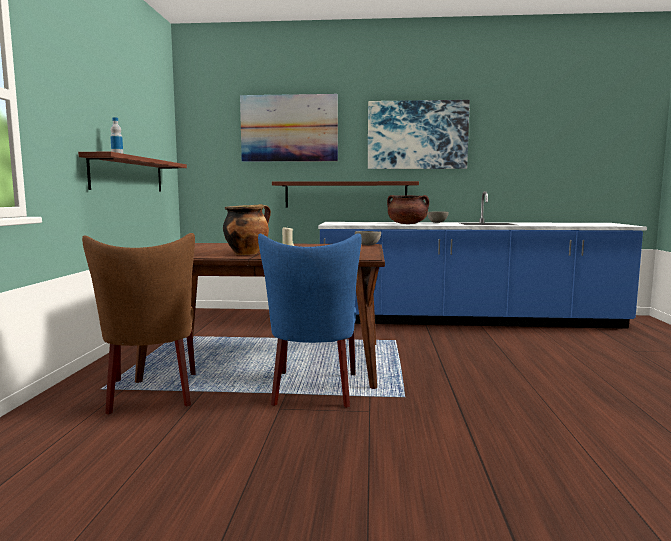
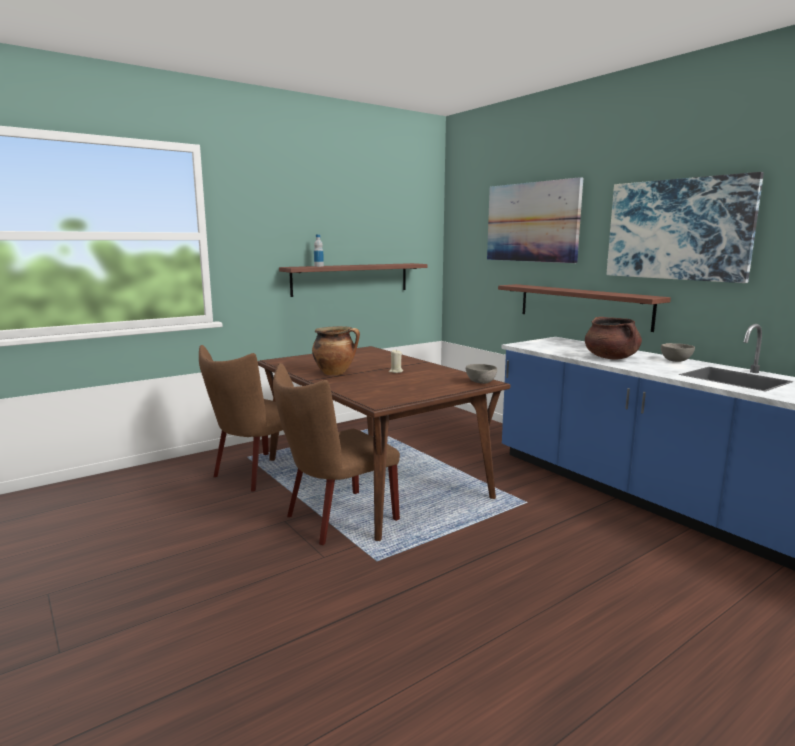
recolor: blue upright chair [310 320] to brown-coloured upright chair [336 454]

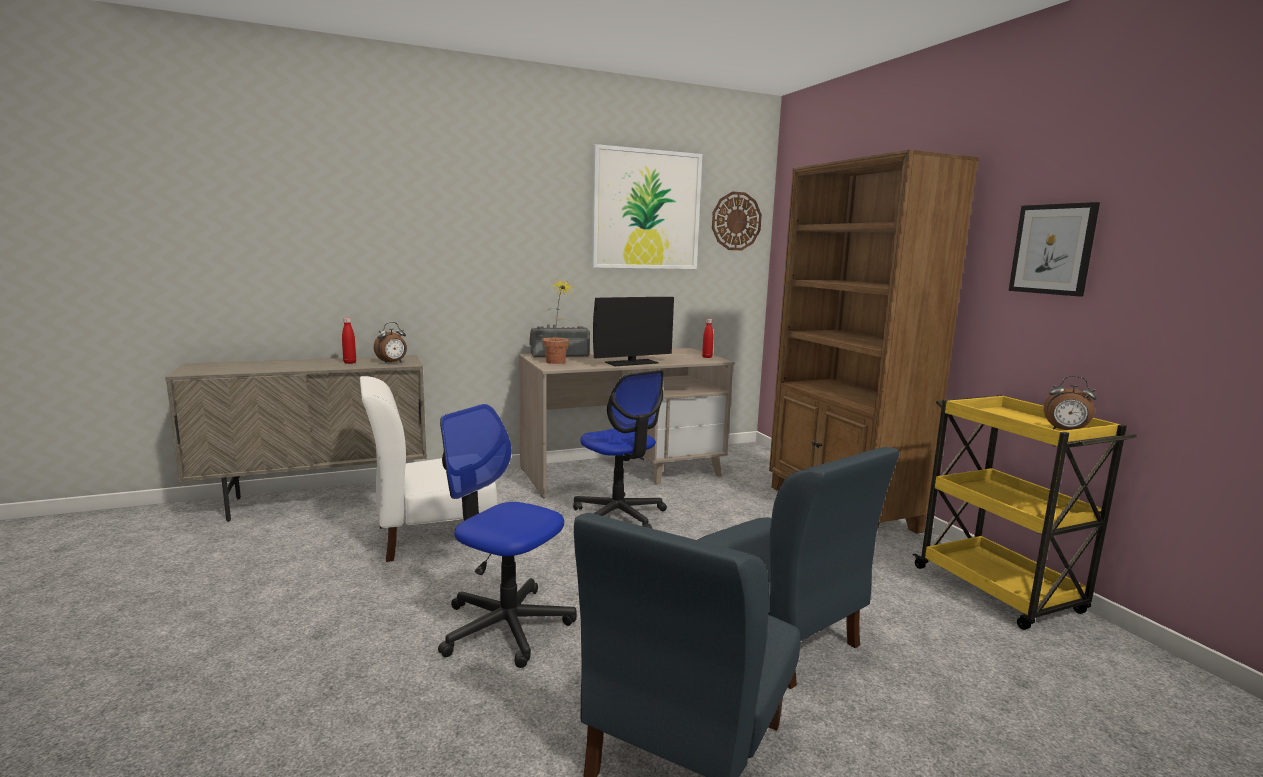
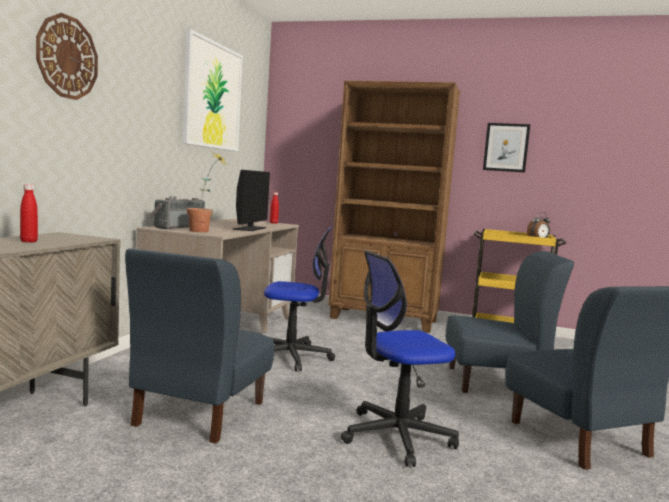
delete: table clock [390 343]
move: hanging clock [737 221] to [67 56]
recolor: white-coloured upright chair [429 469] to blue upright chair [199 346]

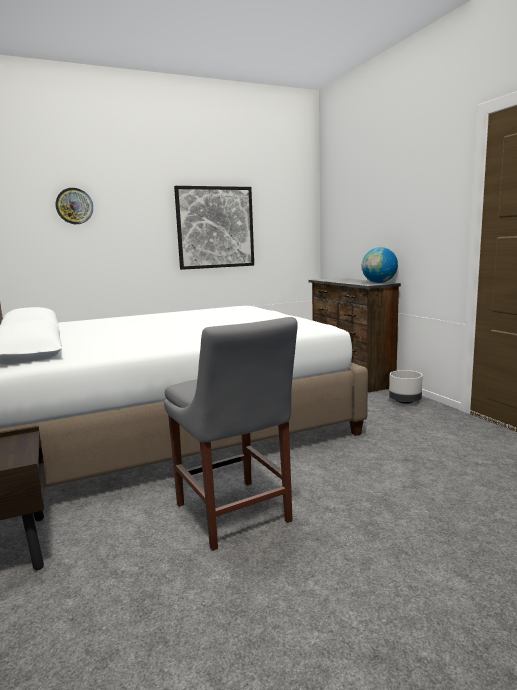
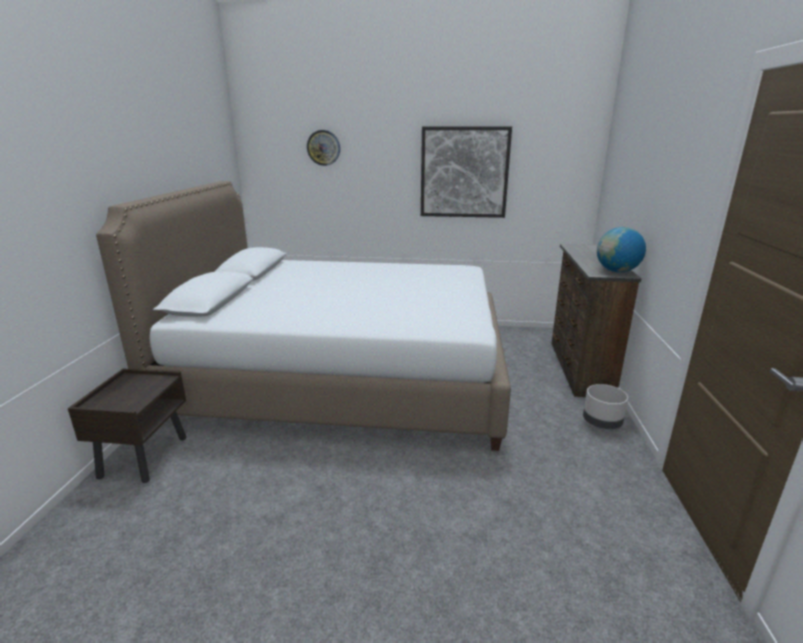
delete: grey upright chair [231 434]

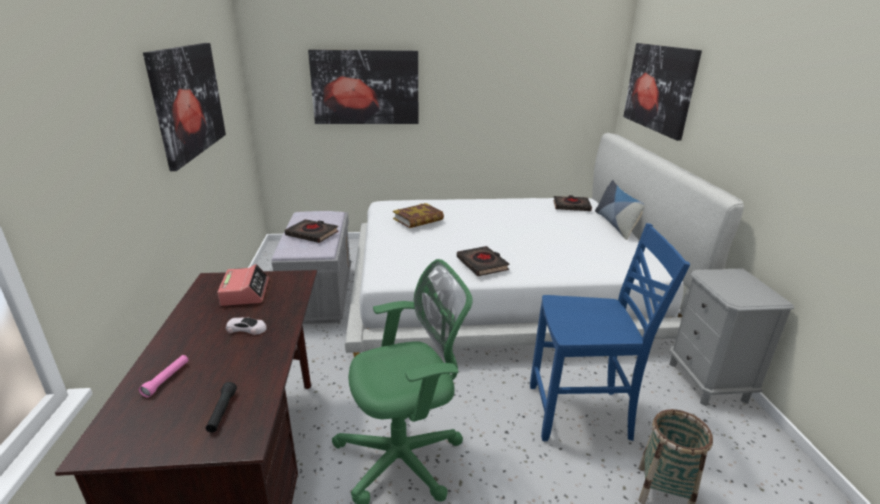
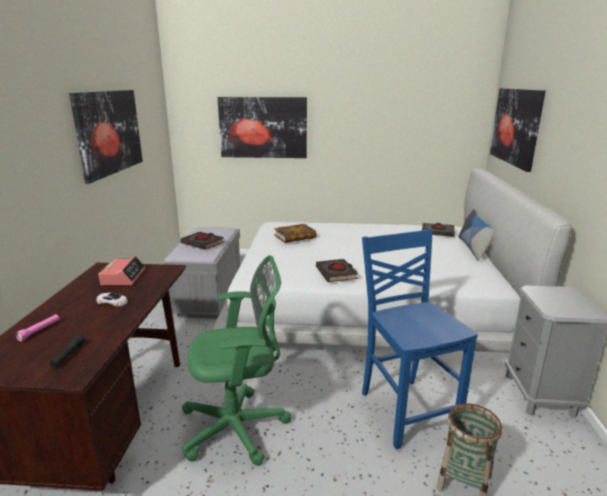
rotate: blue upright chair [610 332] = [420 339] 120 degrees counterclockwise

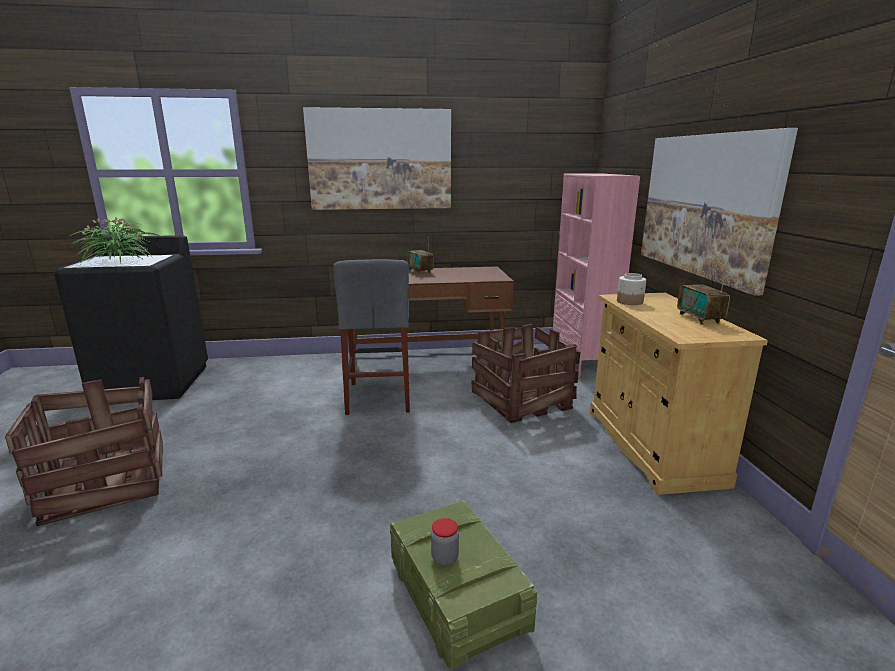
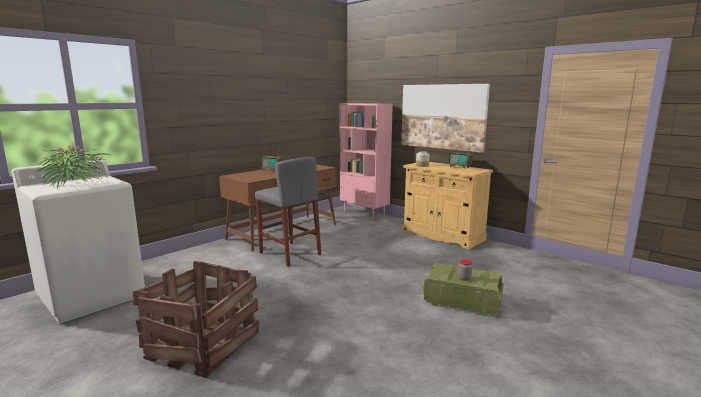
delete: wall picture [377 158]; crate [526 373]
recolor: black-coloured laundry appliance [131 317] to white-coloured laundry appliance [78 242]

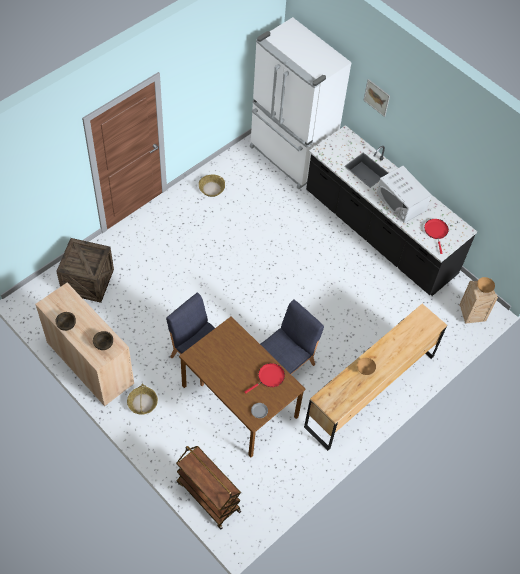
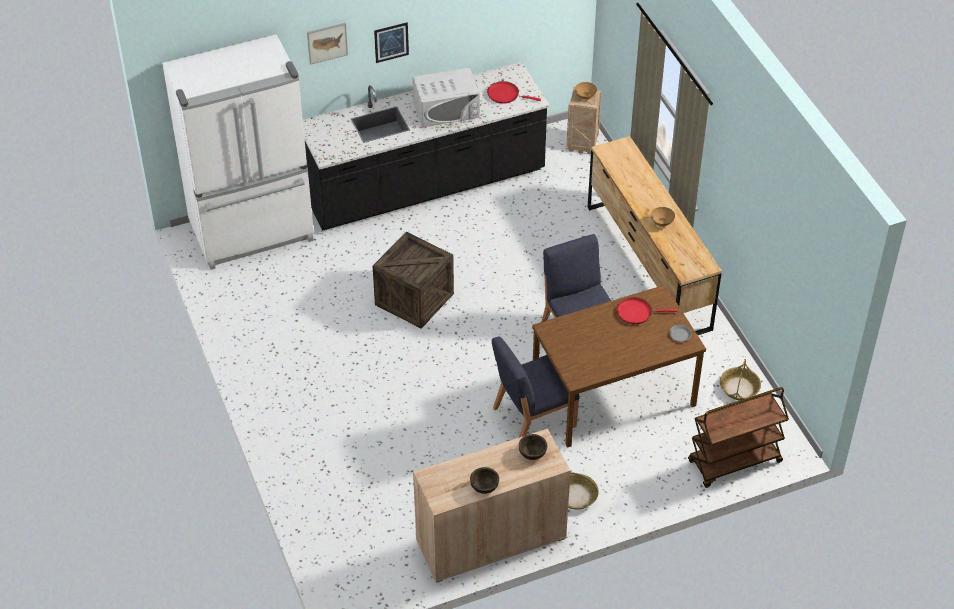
insert: wall picture [391 42]
move: crate [85 270] to [413 280]; basket [212 186] to [740 379]
rotate: reddish frying pan [265 378] = [647 310] 75 degrees counterclockwise

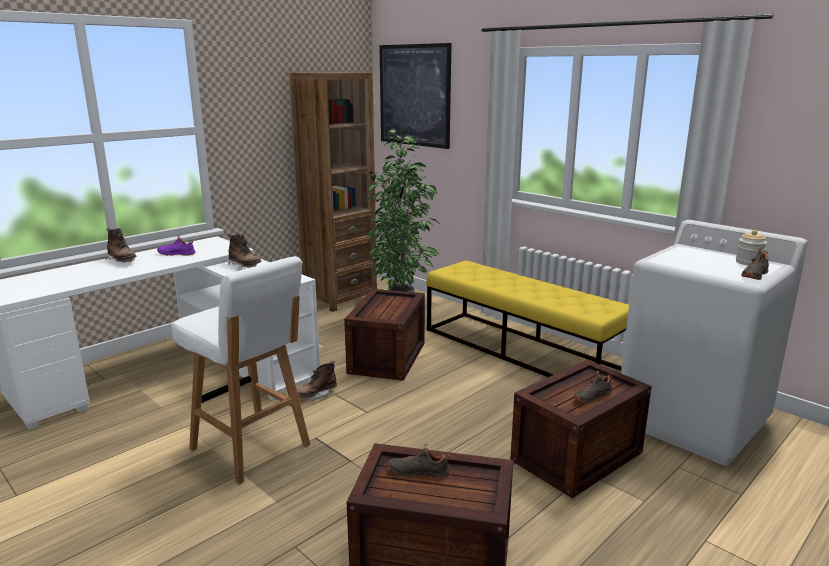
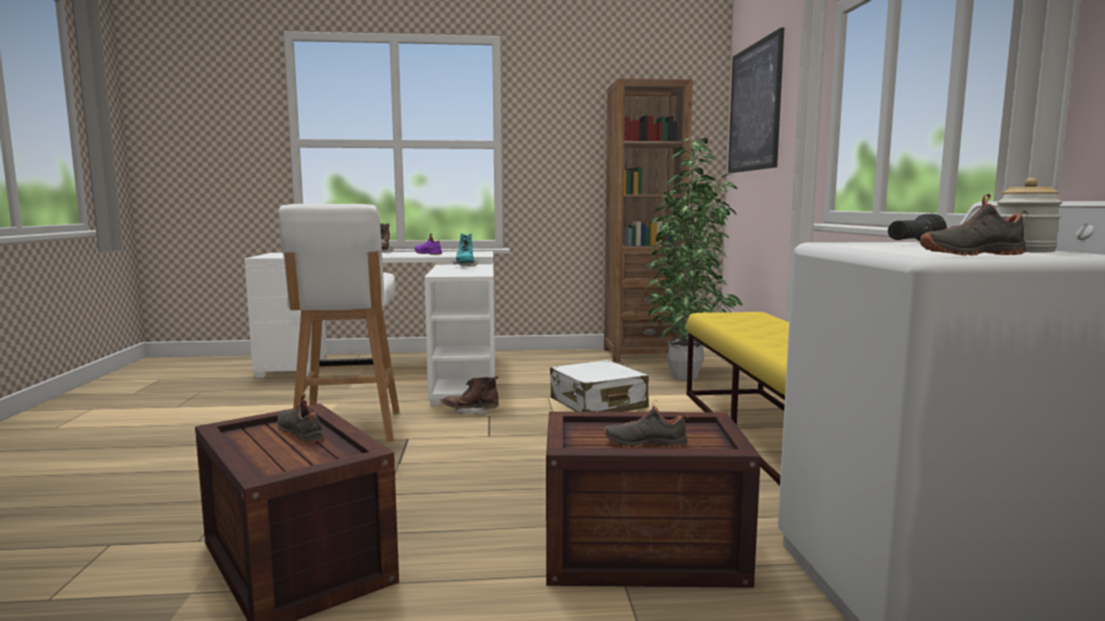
insert: black-coloured hand torch [917 227]
replace: crate [384 335] to white-coloured suitcase [599 386]
recolor: brown-coloured high-top boot [245 251] to turquoise high-top boot [465 250]

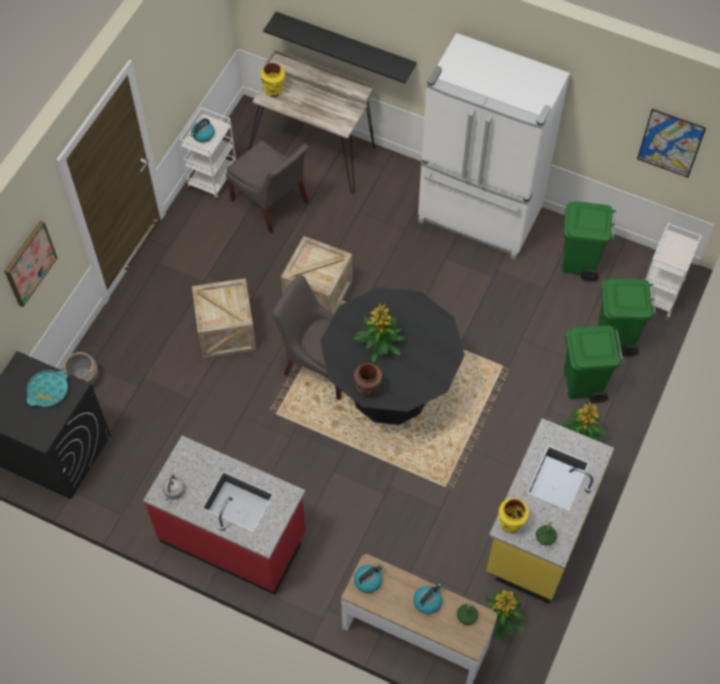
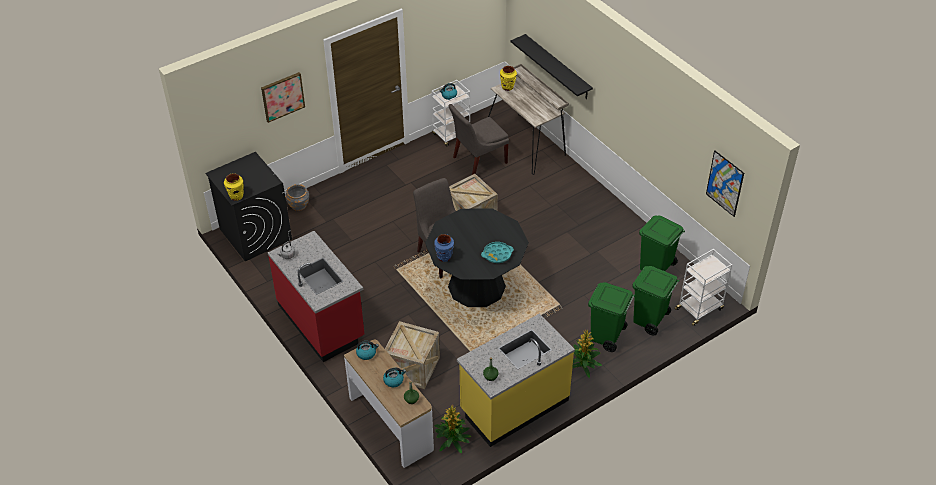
delete: potted plant [379 333]; white-coloured fridge [494 146]
move: yellowish vase [514 515] to [234 187]; crate [224 318] to [412 355]; turquoise carrying tray [47 388] to [497 252]
recolor: brown-coloured vase [368 380] to blue vase [444 248]
rotate: grey upright chair [267 186] = [478 139] 75 degrees clockwise

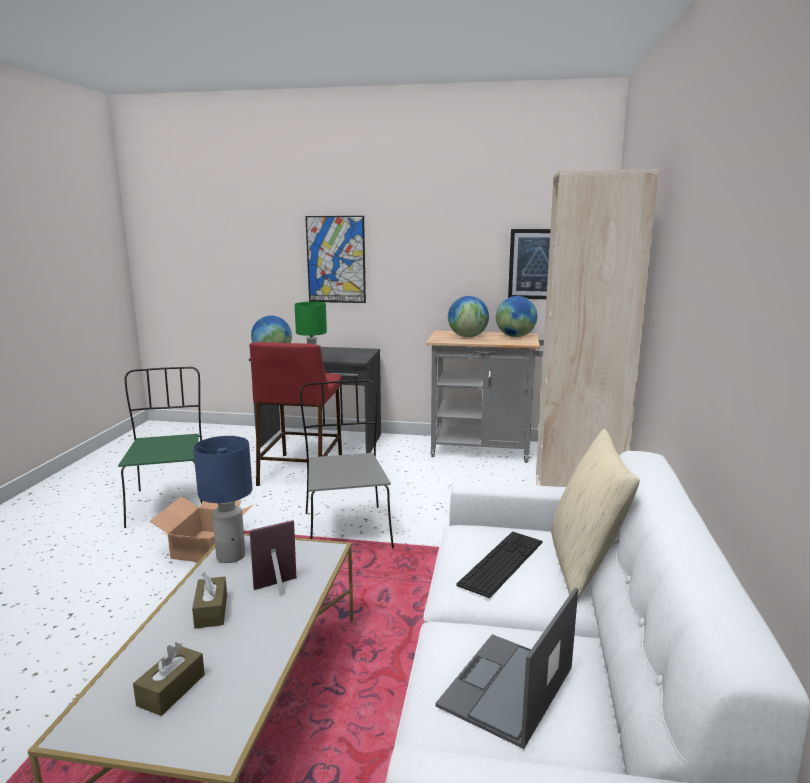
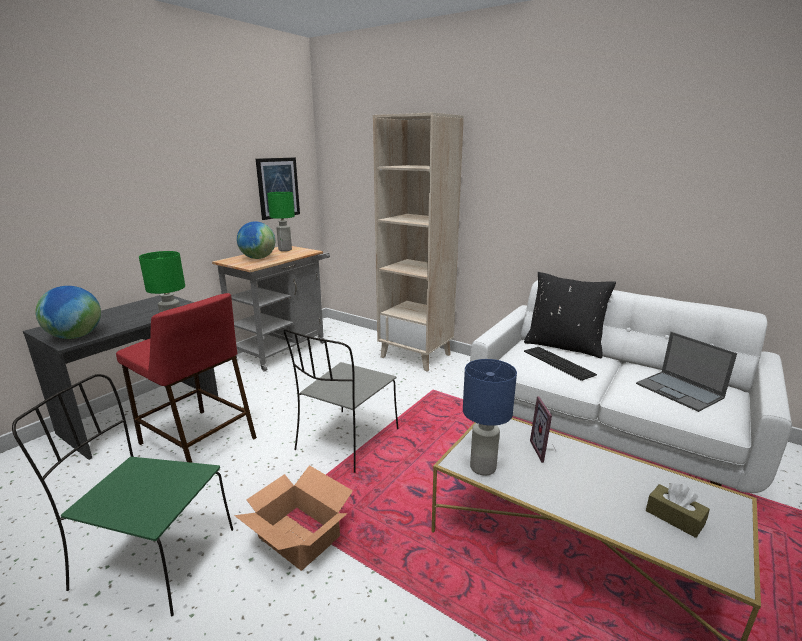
delete: brown-coloured box of tissues [209 600]; wall picture [335 259]
replace: desk globe [516 316] to green tabletop lamp [281 221]
recolor: sand-coloured throw pillow [595 514] to black-coloured throw pillow [570 315]
rotate: grey upright chair [347 464] = [341 401] 75 degrees counterclockwise

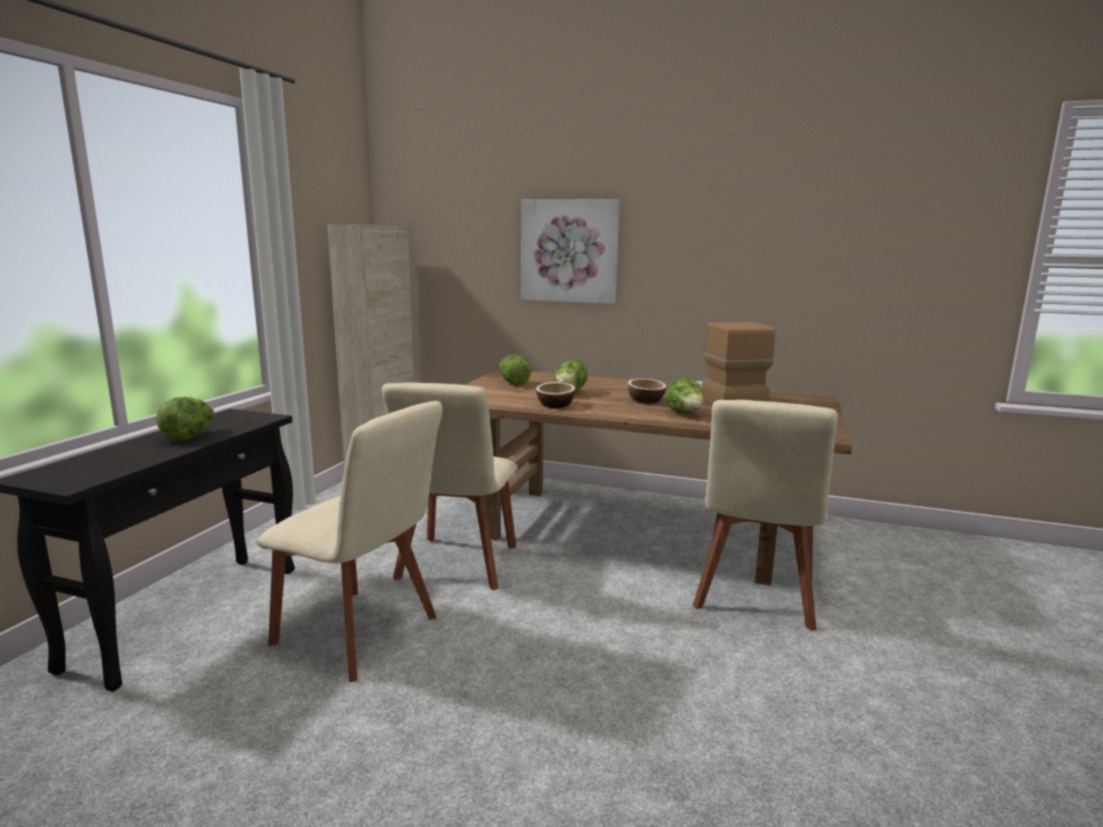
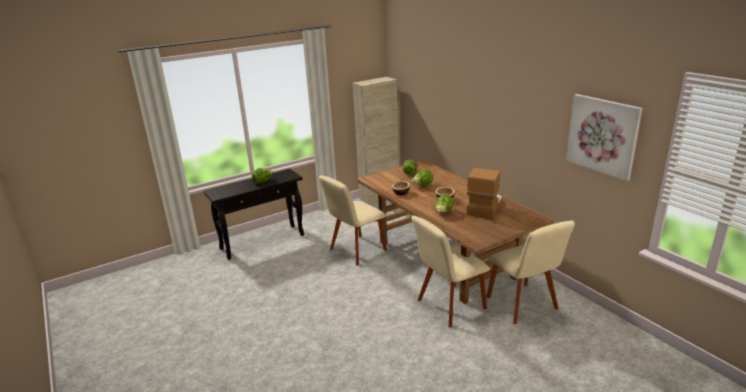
move: sand-coloured upright chair [349 541] to [530 272]; wall picture [570 251] to [604 137]

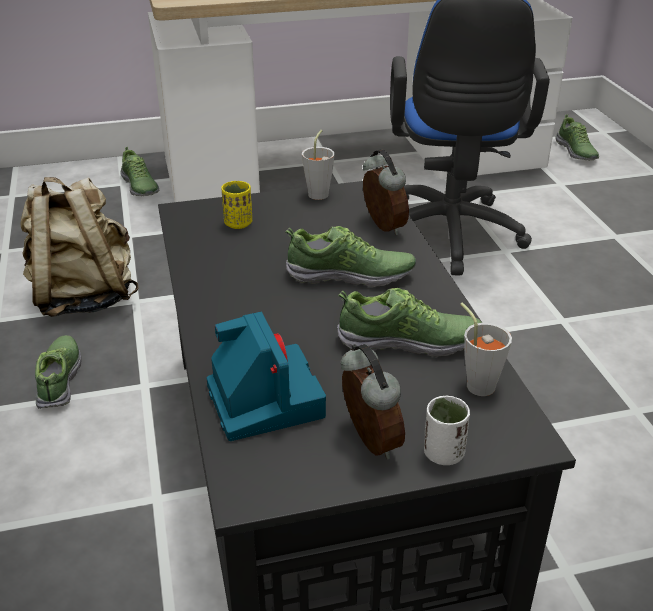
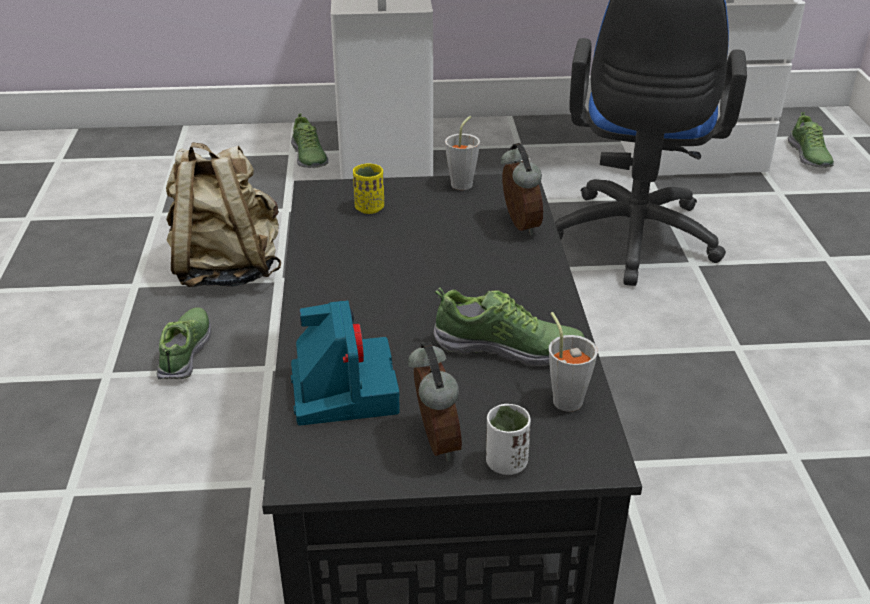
delete: low shoe [351 256]

